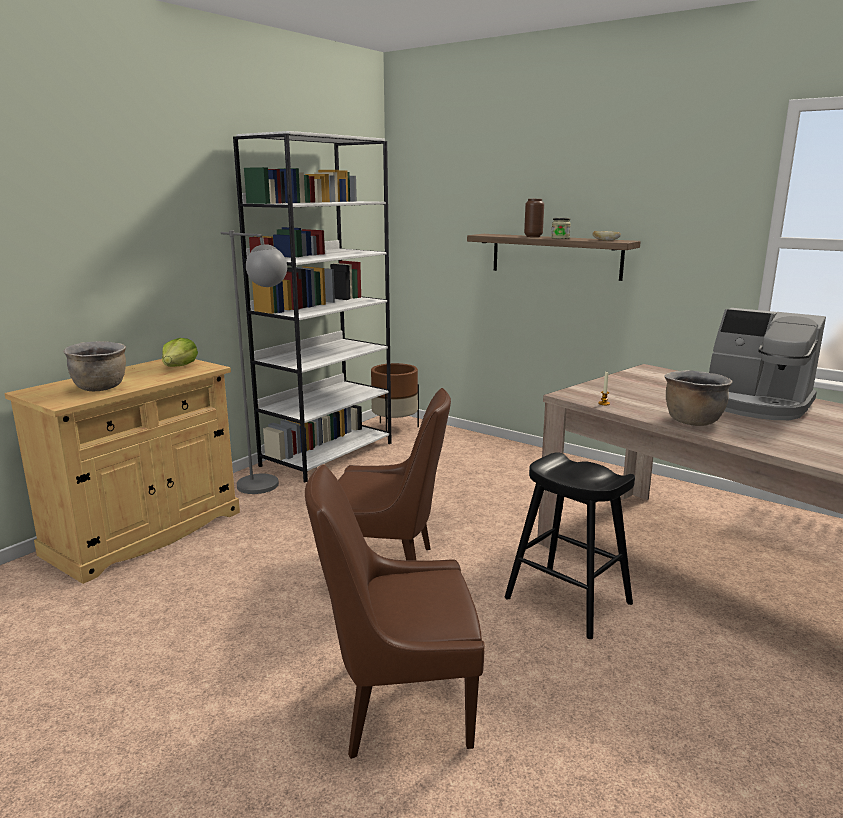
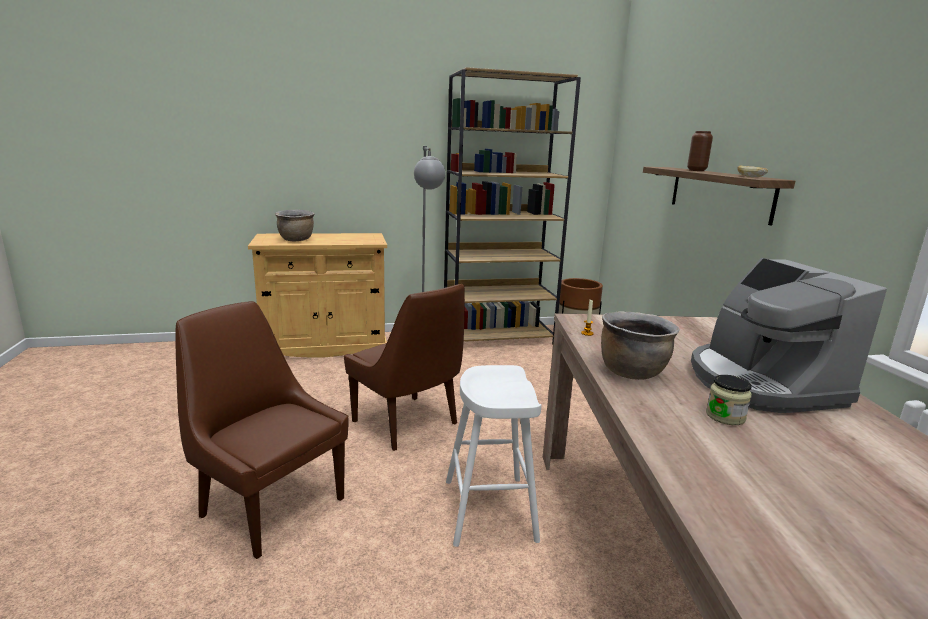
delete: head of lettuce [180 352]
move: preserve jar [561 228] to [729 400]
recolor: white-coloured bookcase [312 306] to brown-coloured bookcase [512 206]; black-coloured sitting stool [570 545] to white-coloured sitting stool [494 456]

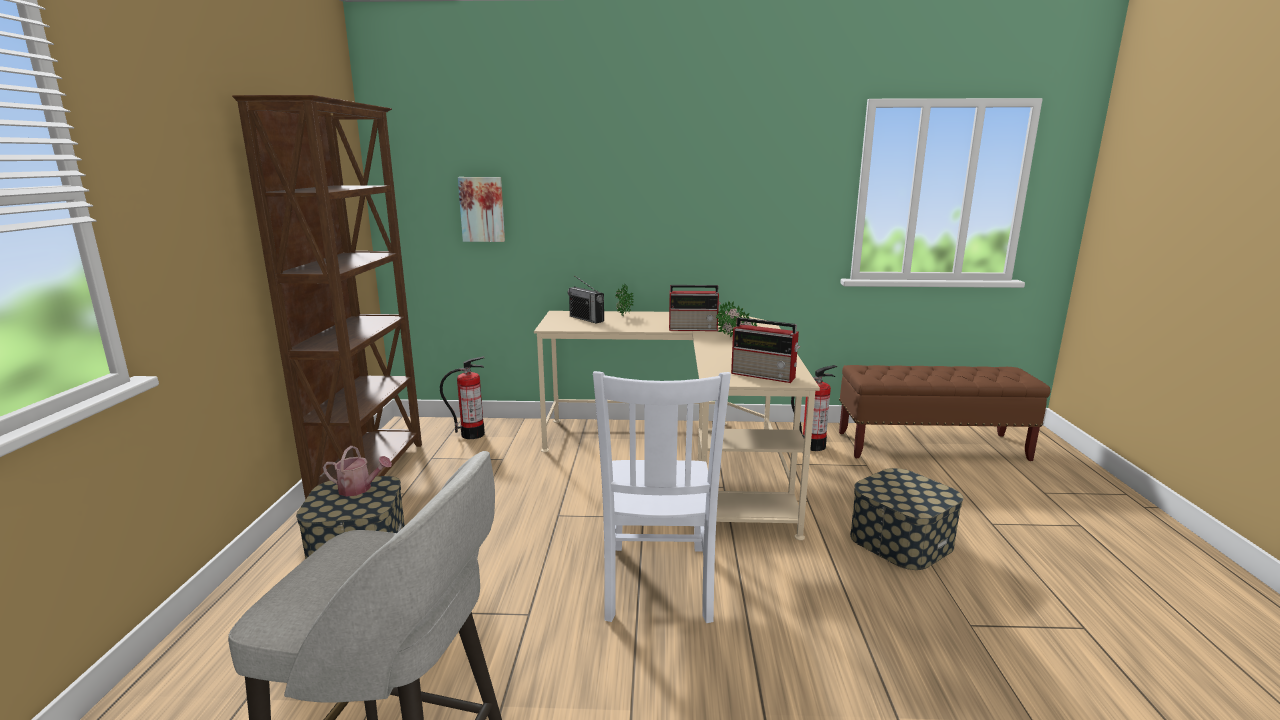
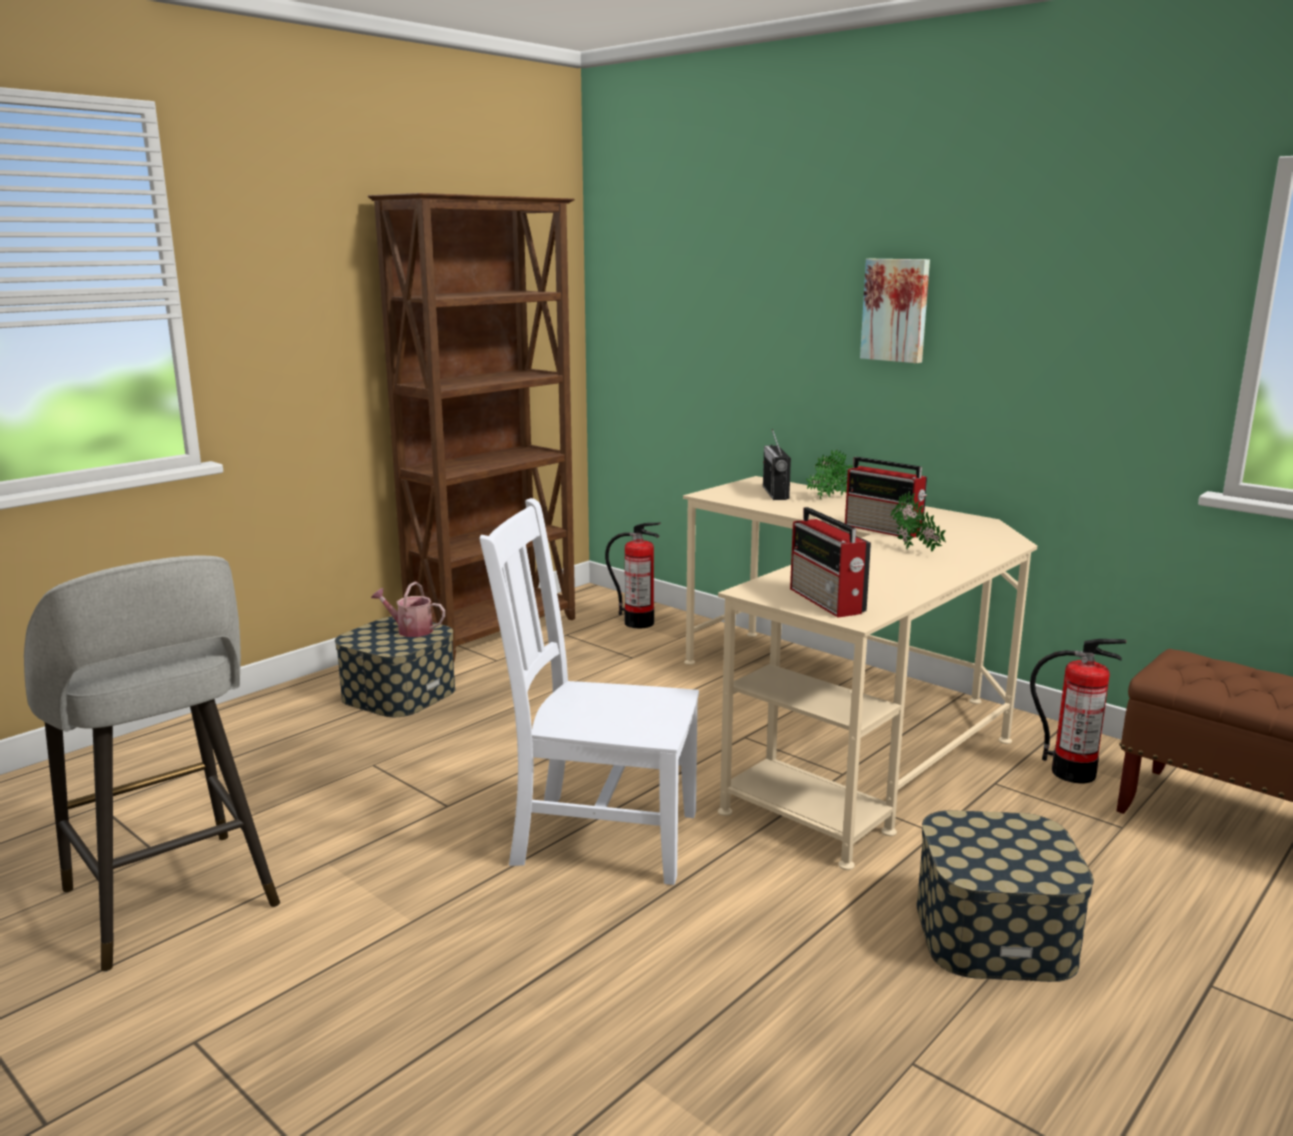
move: wall picture [481 209] to [895 311]
rotate: sprinkling can [357 471] = [408 609] 150 degrees clockwise; white-coloured upright chair [662 497] = [589 691] 60 degrees clockwise

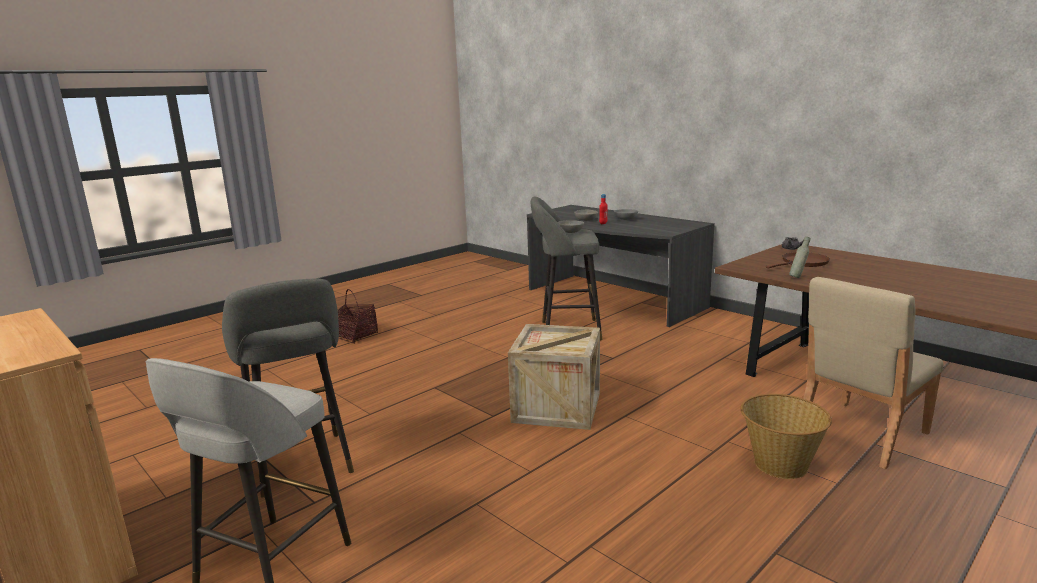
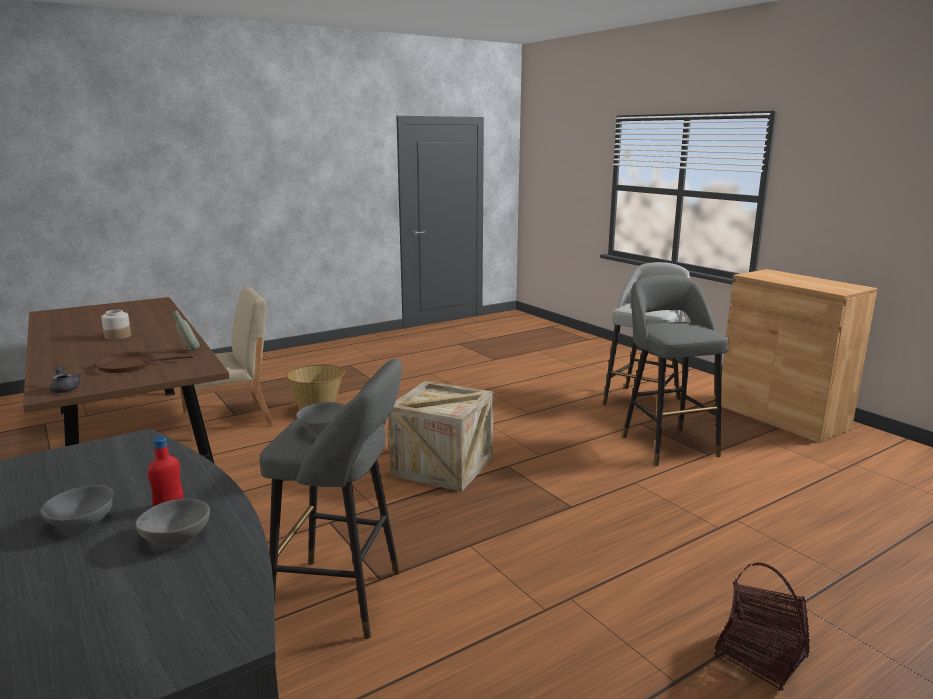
insert: preserve jar [116 325]

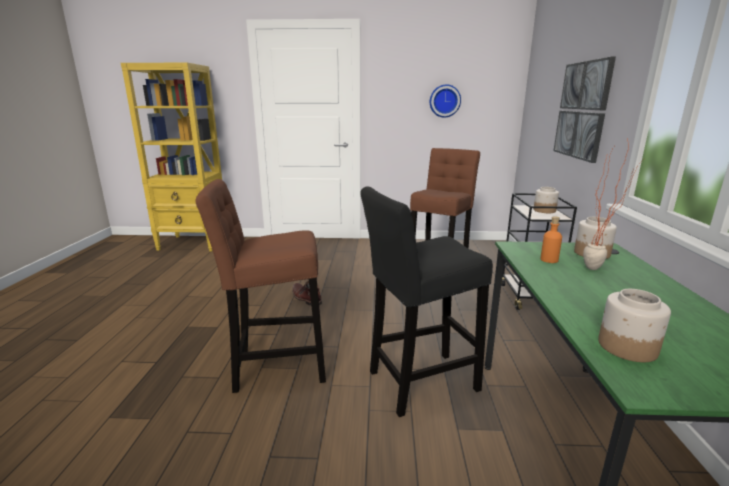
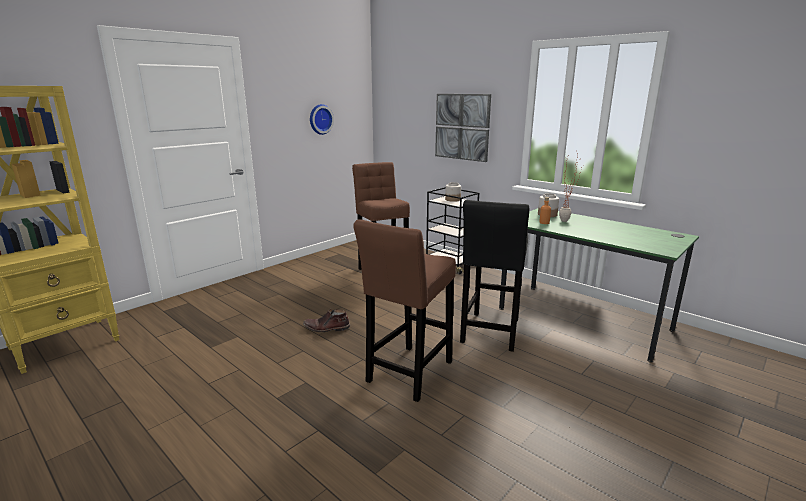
delete: preserve jar [634 325]

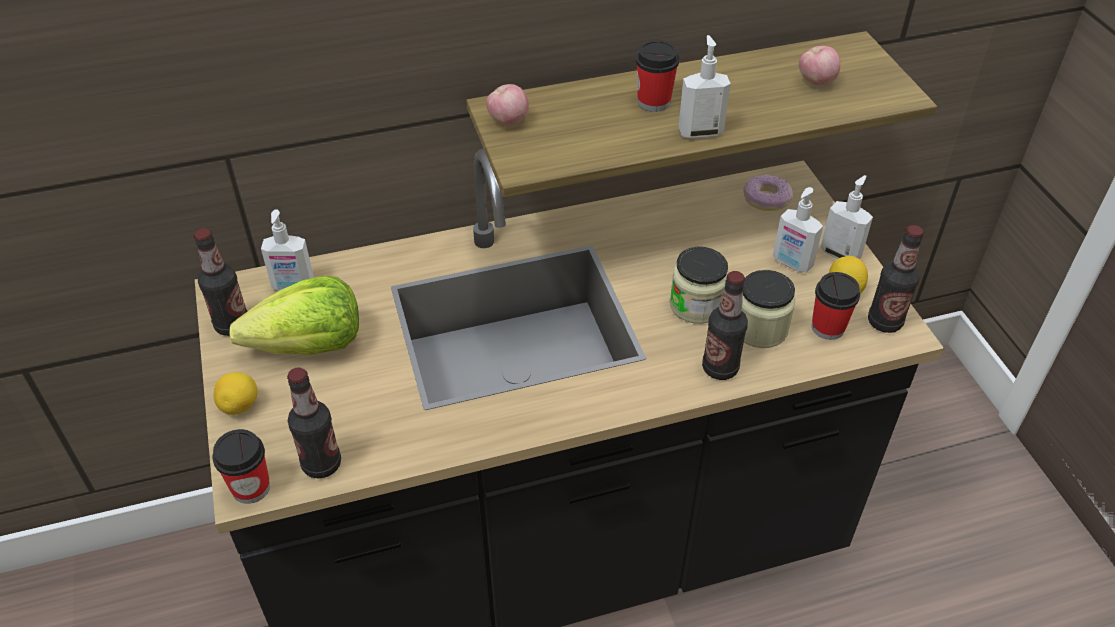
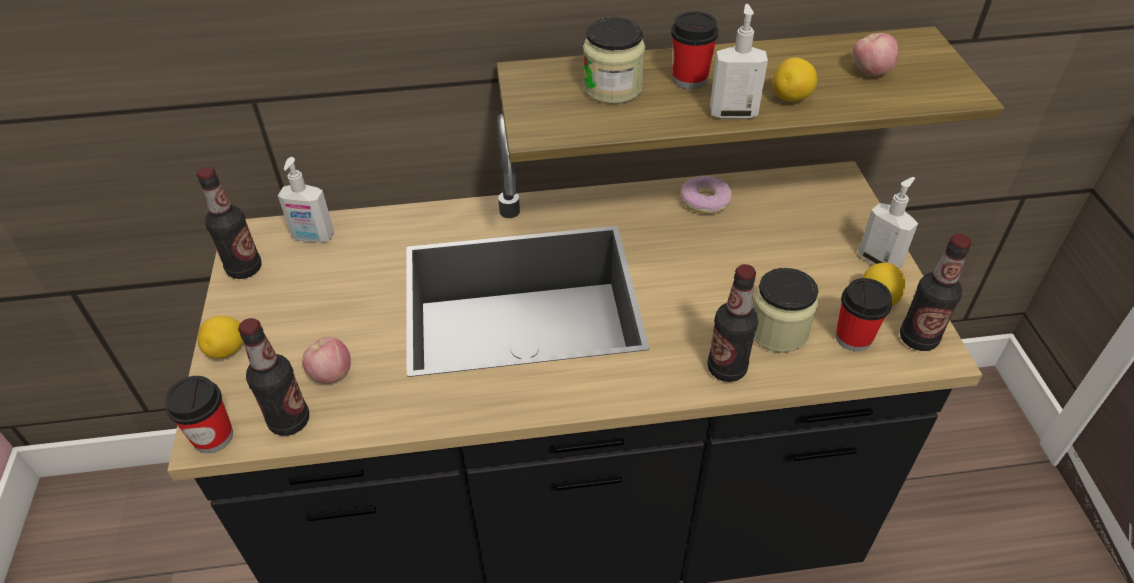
delete: head of lettuce [294 315]; soap dispenser [798 230]
insert: citrus fruit [794 80]
move: apple [507 105] to [326 360]; preserve jar [699 285] to [614 60]; donut [768 193] to [706 195]

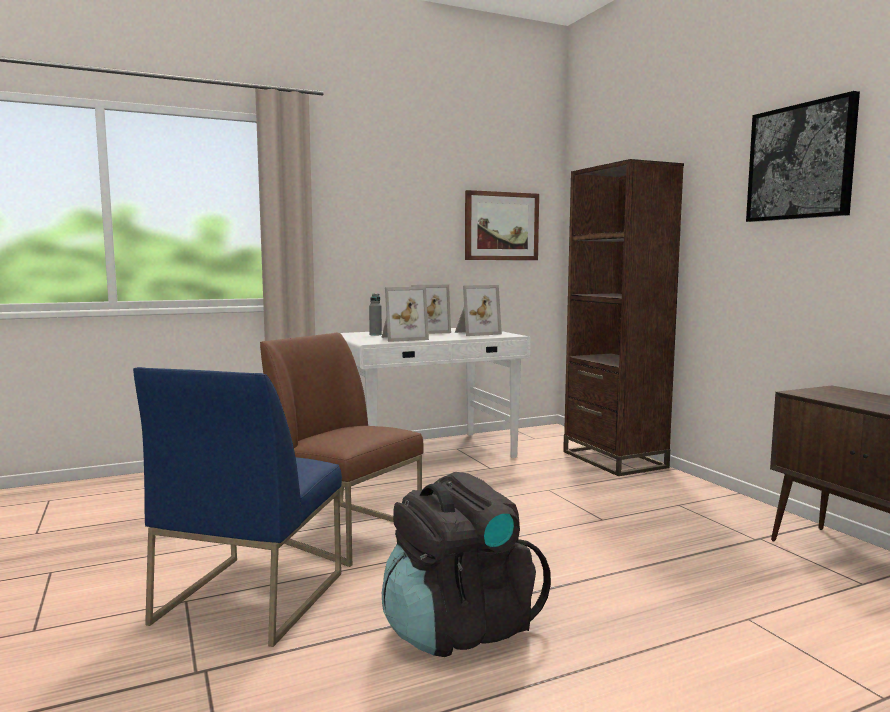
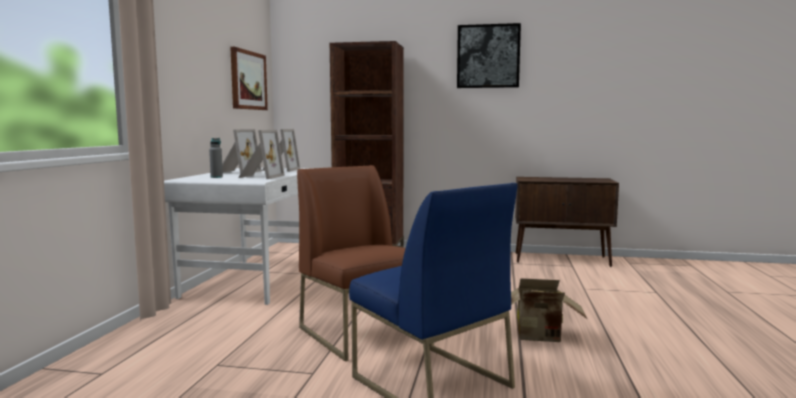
replace: black-coloured backpack [466 564] to packing box [549 310]
rotate: brown-coloured upright chair [342 450] = [351 263] 75 degrees clockwise

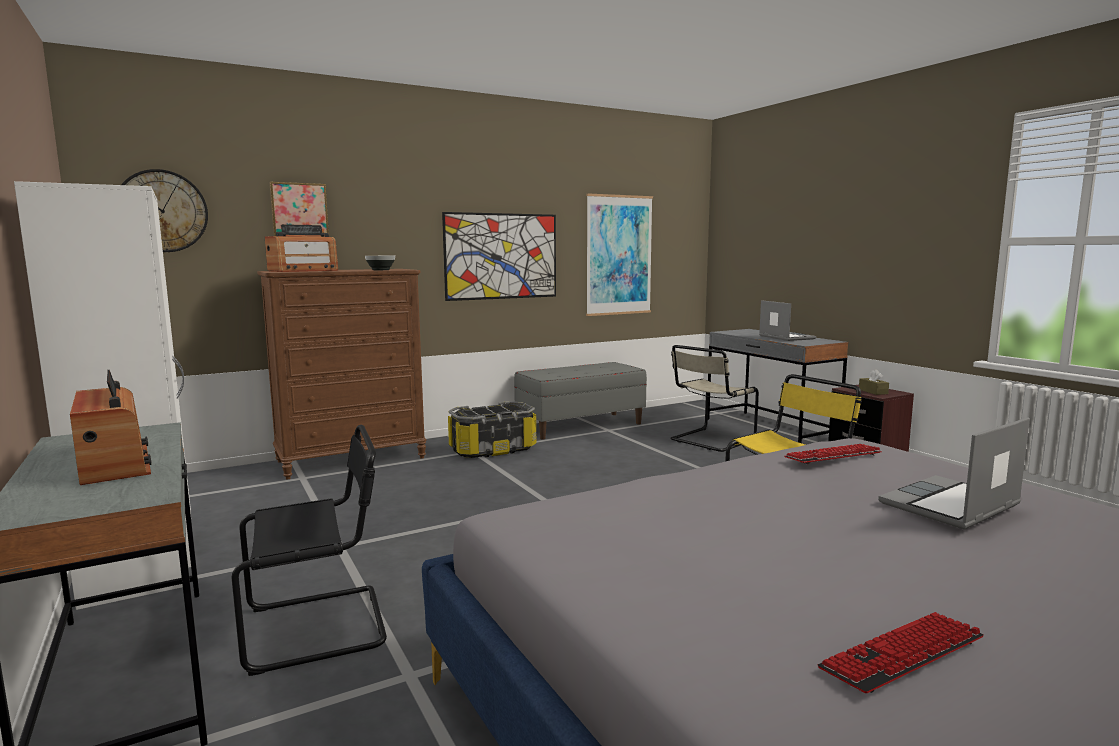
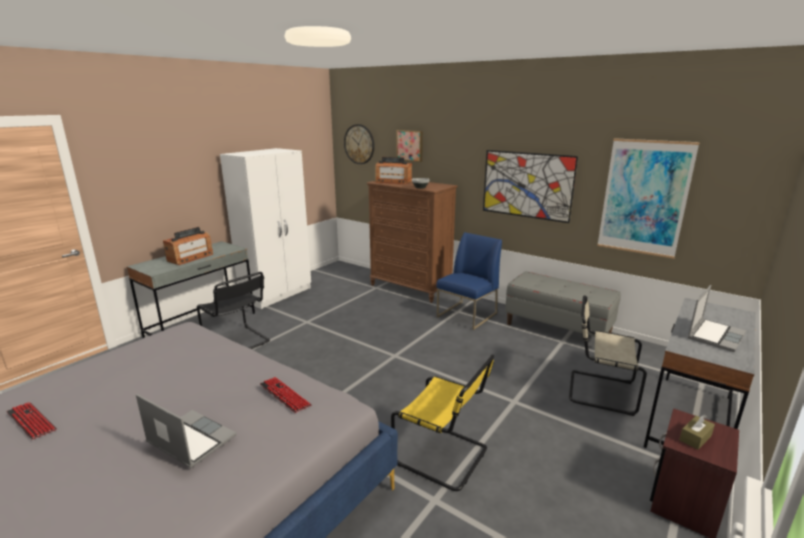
replace: storage box [492 429] to blue upright chair [469 281]

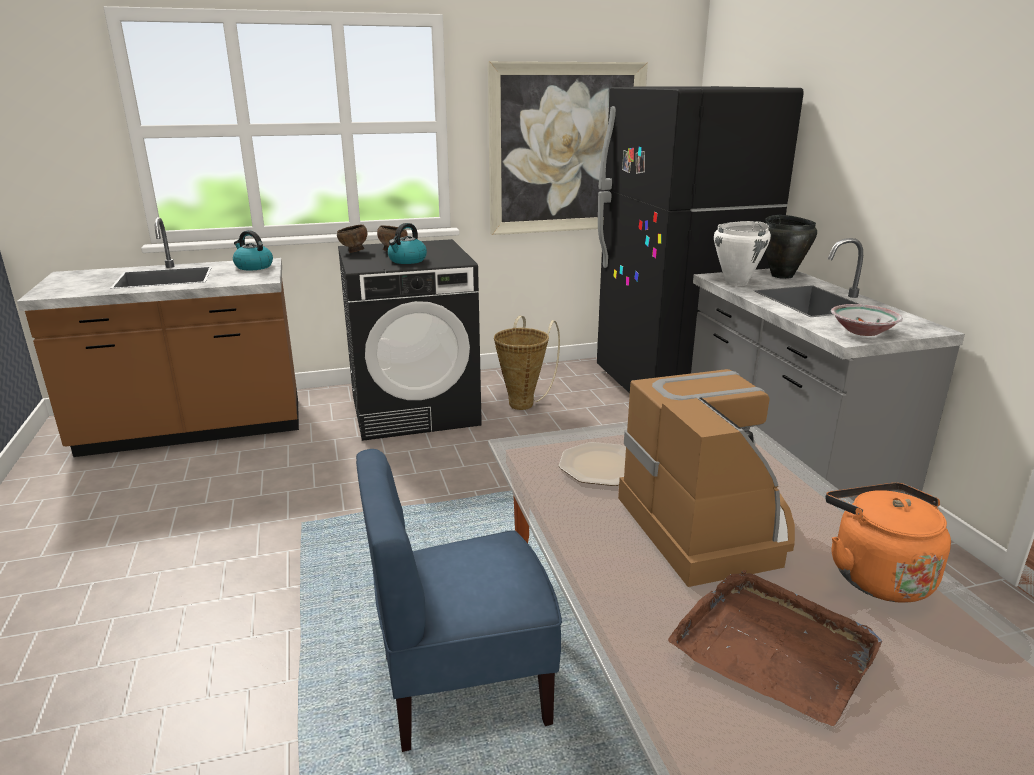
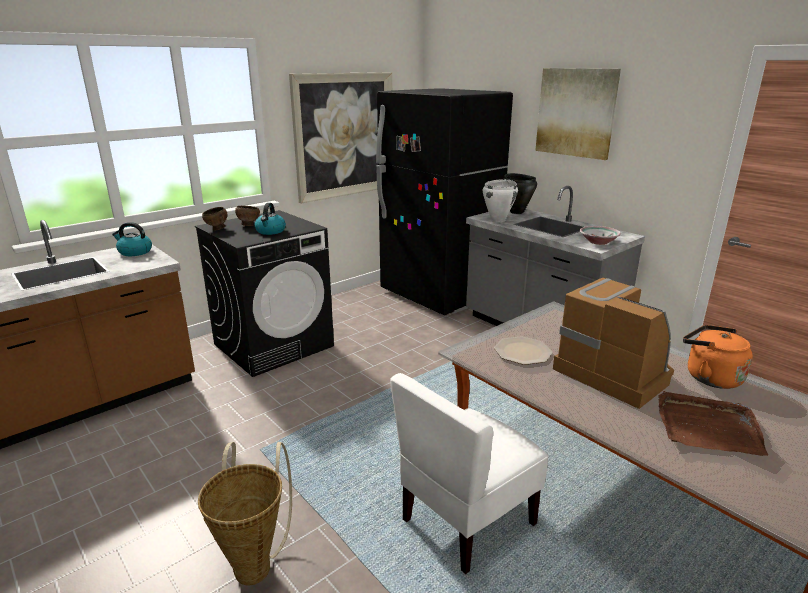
insert: wall picture [578 114]
move: basket [527 363] to [245 513]
recolor: blue upright chair [459 600] to white-coloured upright chair [469 473]

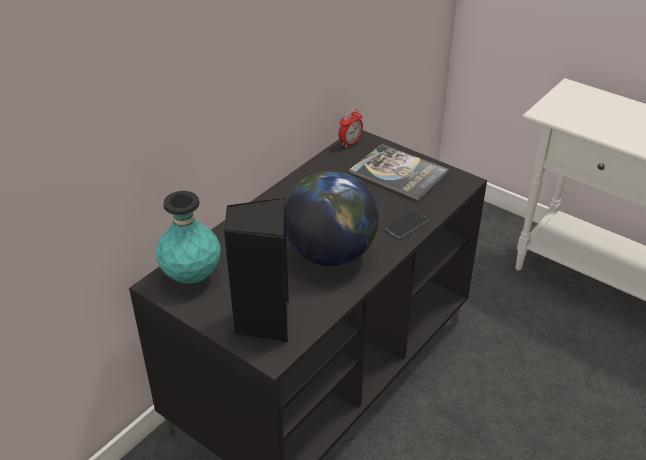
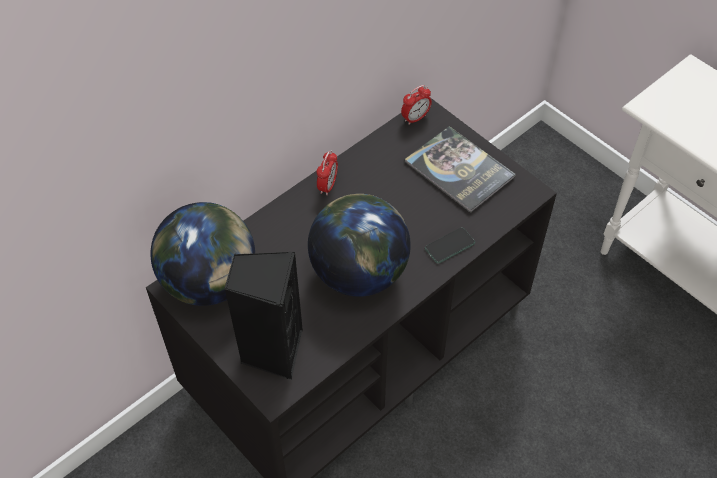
insert: table clock [327 172]
replace: turquoise vase [188 237] to desk globe [202 254]

